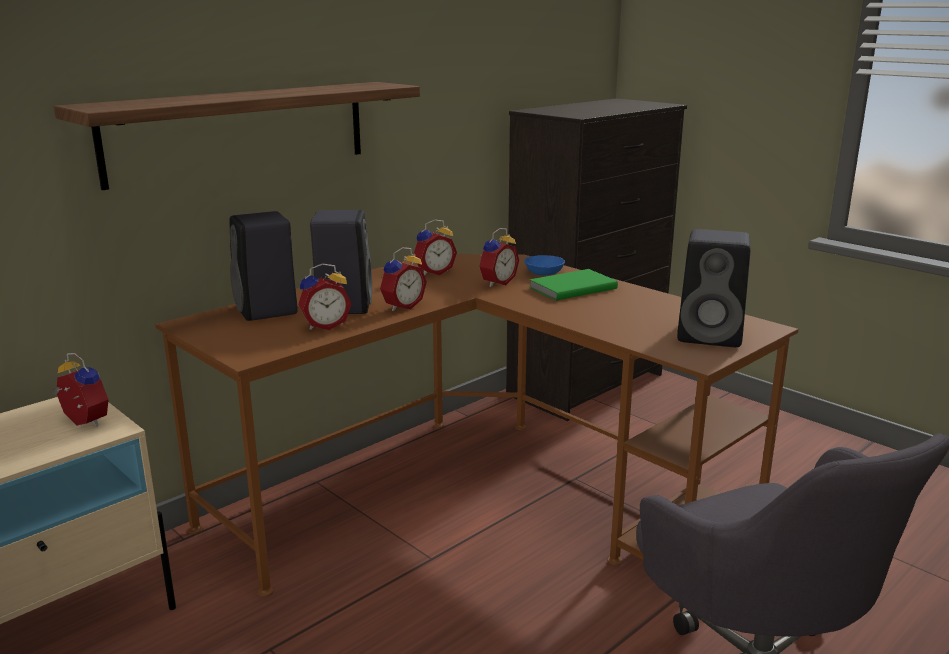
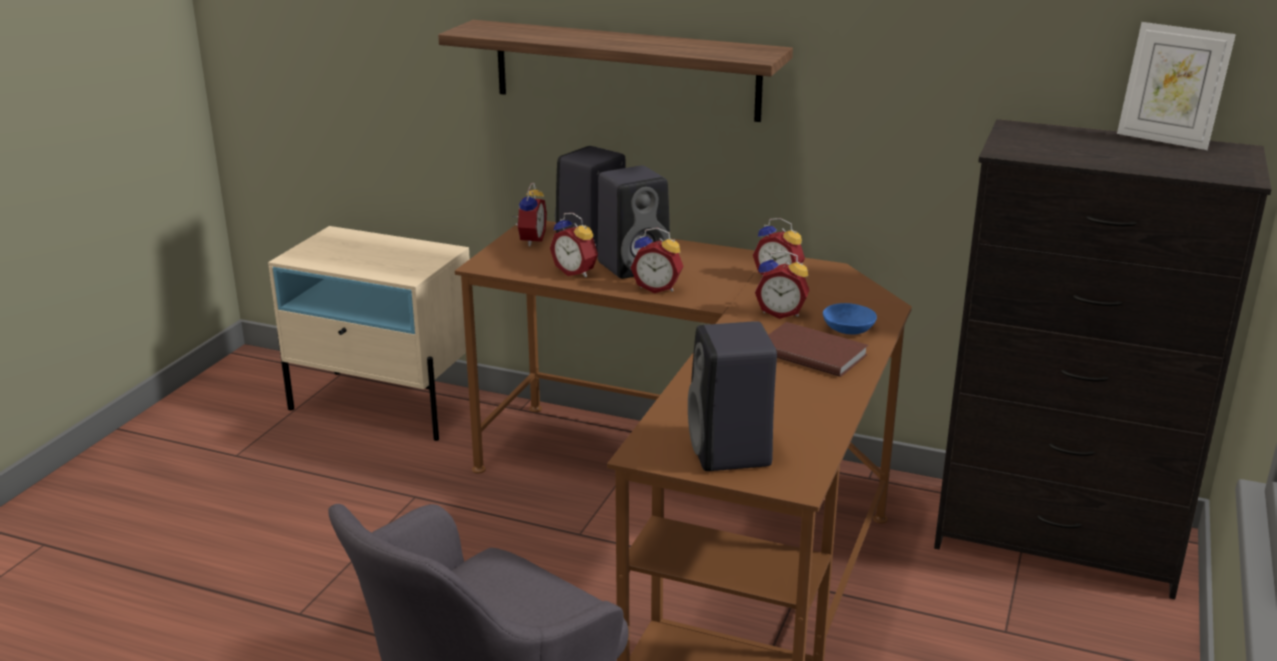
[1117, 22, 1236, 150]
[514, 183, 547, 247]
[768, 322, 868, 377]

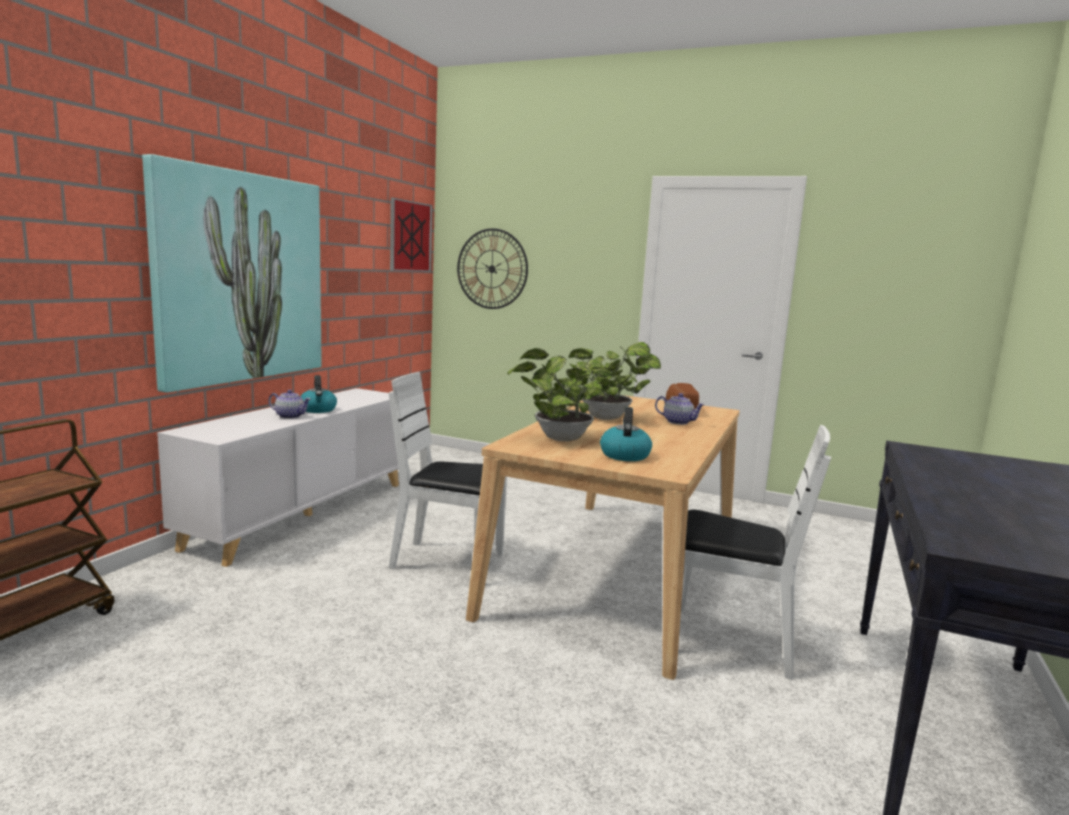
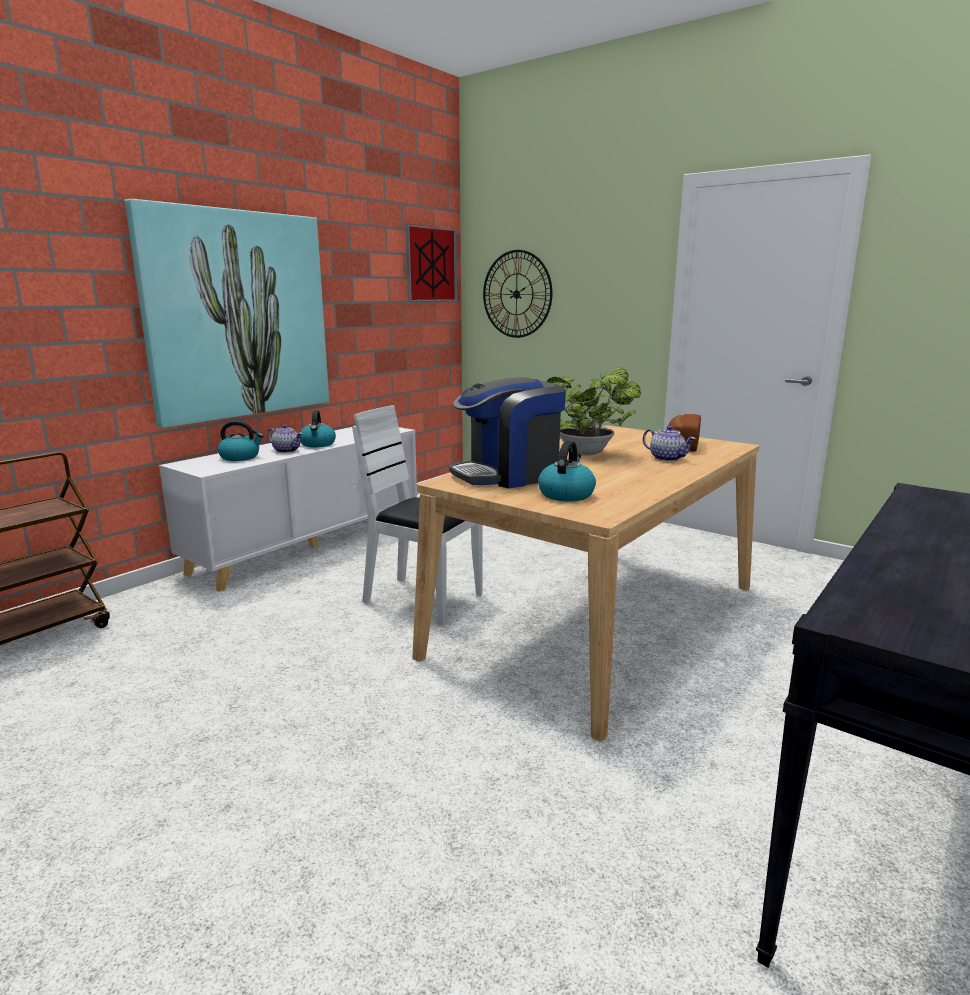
[681, 425, 831, 679] (first image)
[218, 421, 263, 461]
[449, 377, 566, 488]

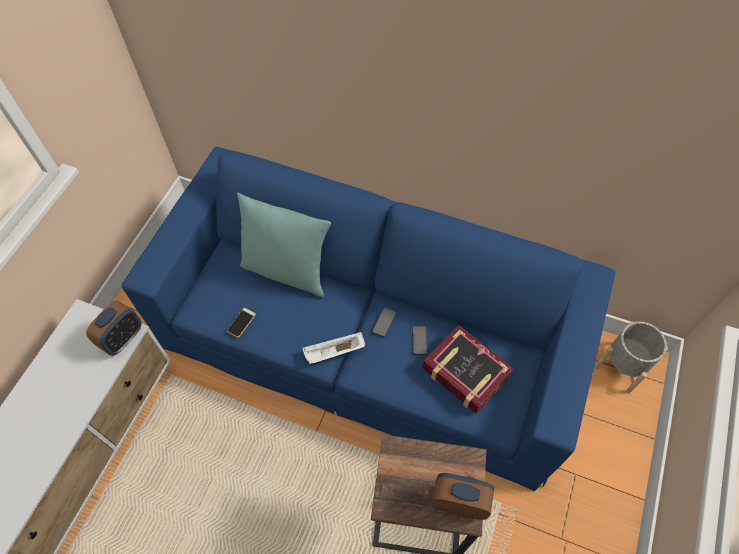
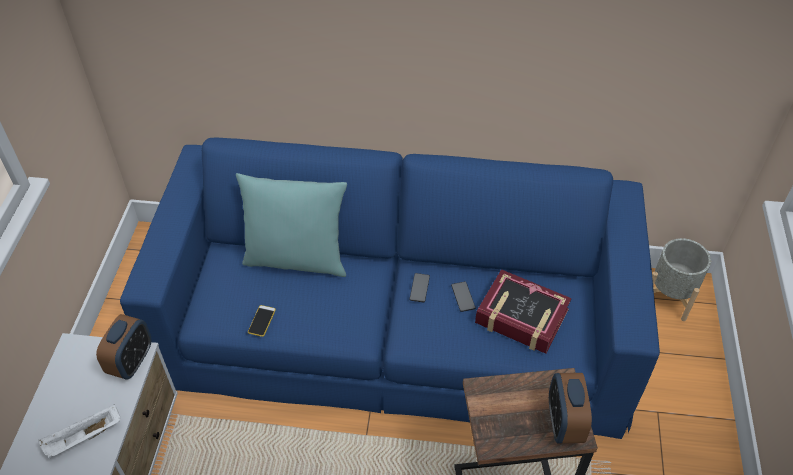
[38, 404, 120, 459]
[549, 373, 592, 444]

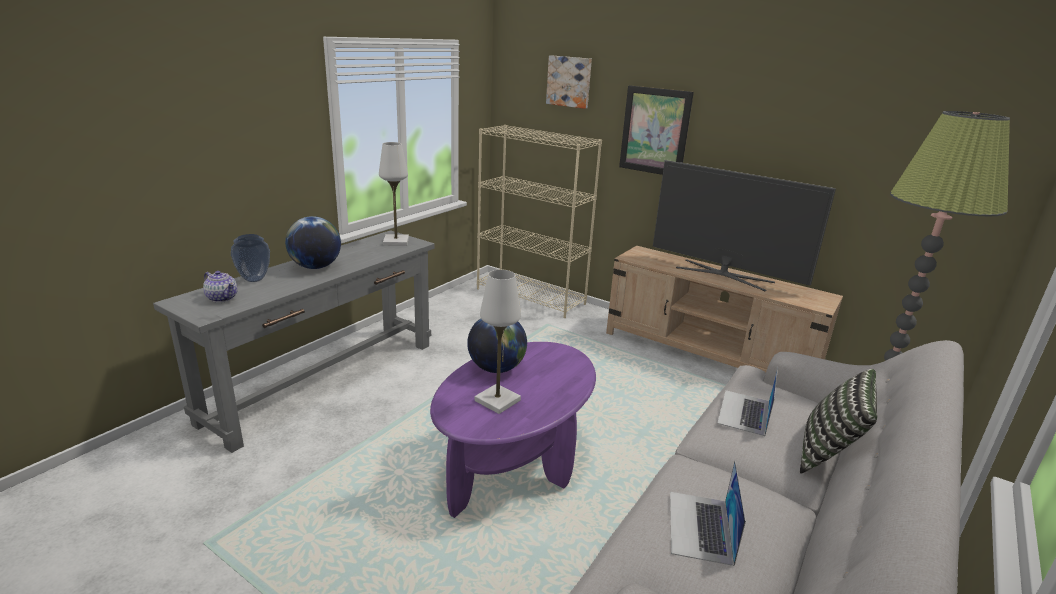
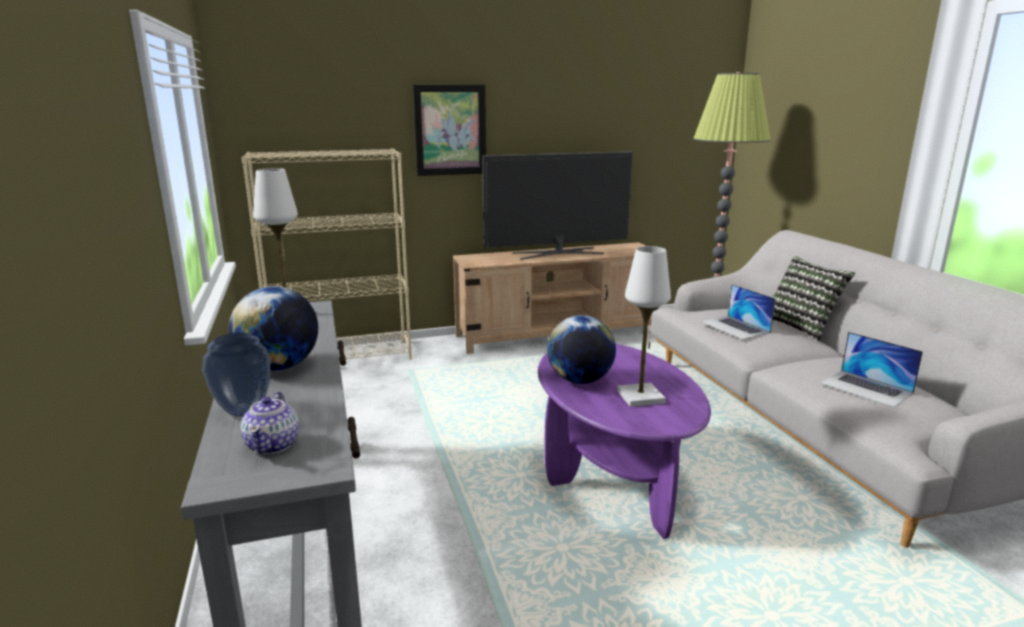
[546, 55, 592, 109] (first image)
[241, 392, 299, 454]

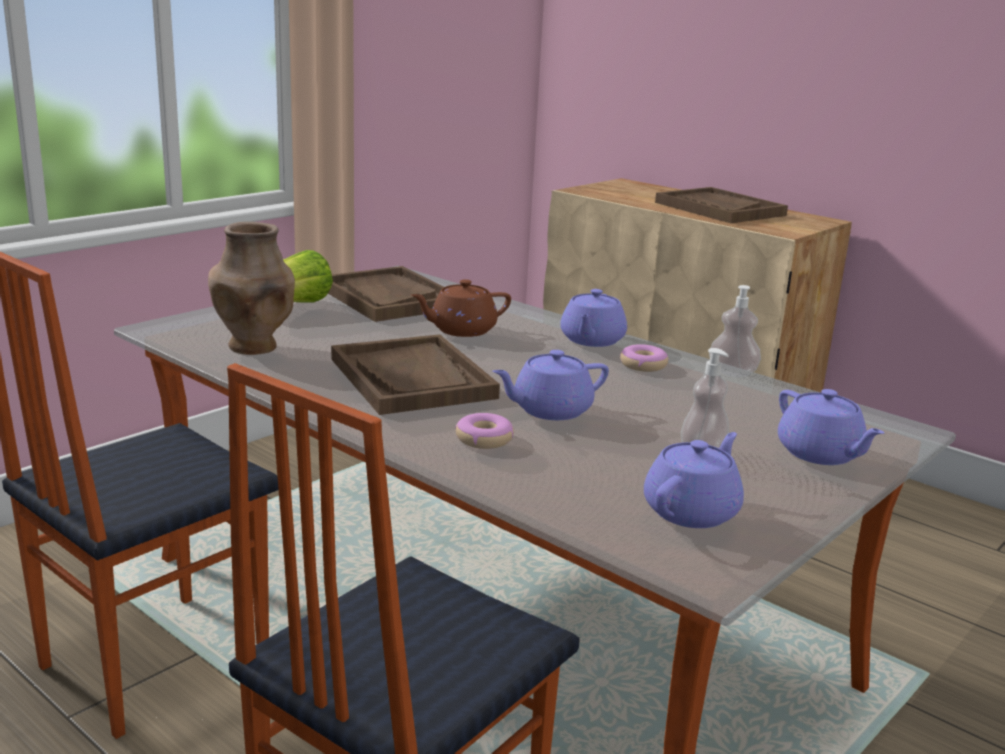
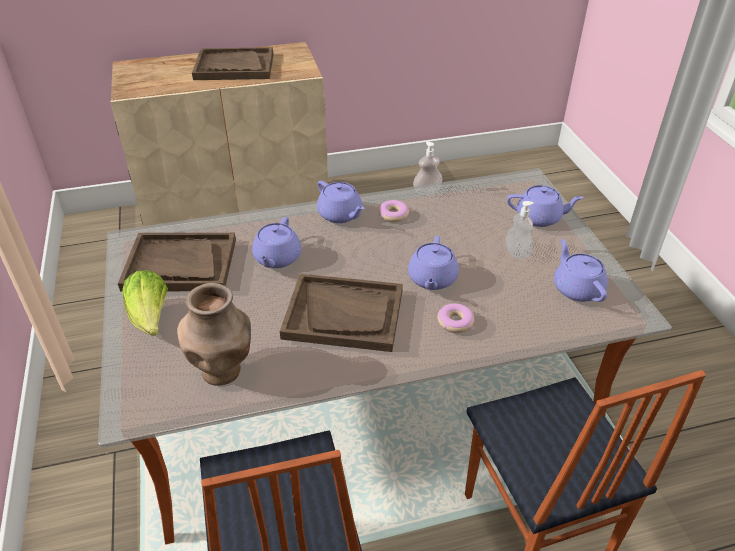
[252, 217, 302, 268]

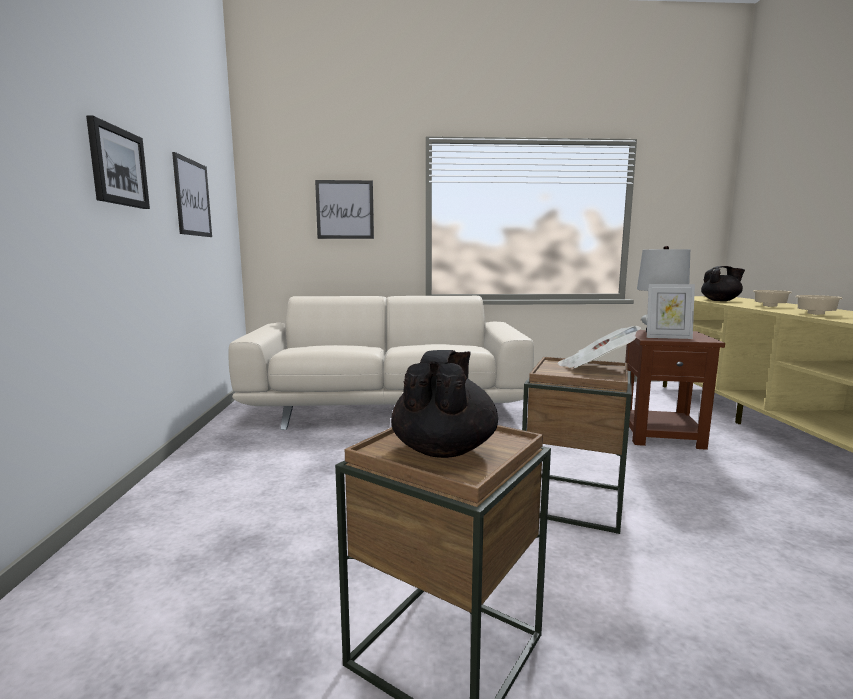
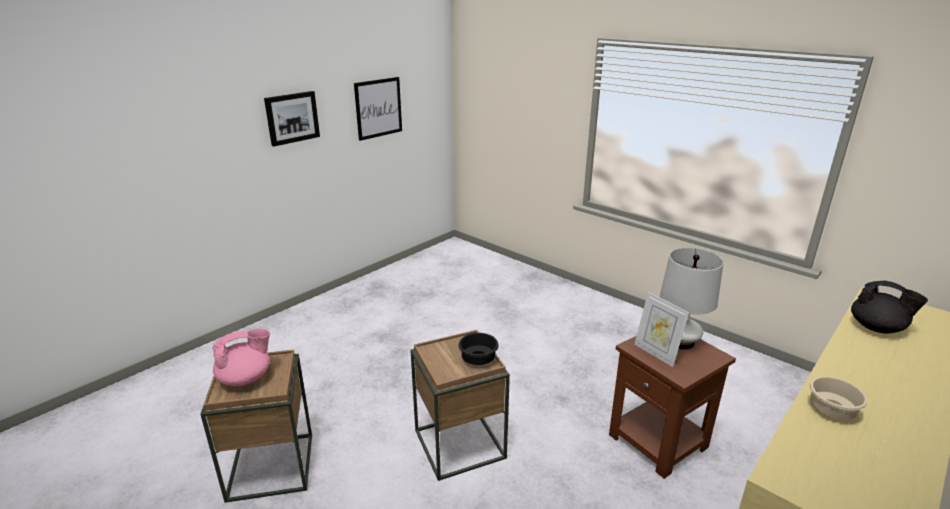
[229, 296, 534, 430] (first image)
[315, 180, 374, 239] (first image)
[753, 290, 791, 307] (first image)
[458, 333, 499, 365]
[212, 329, 270, 386]

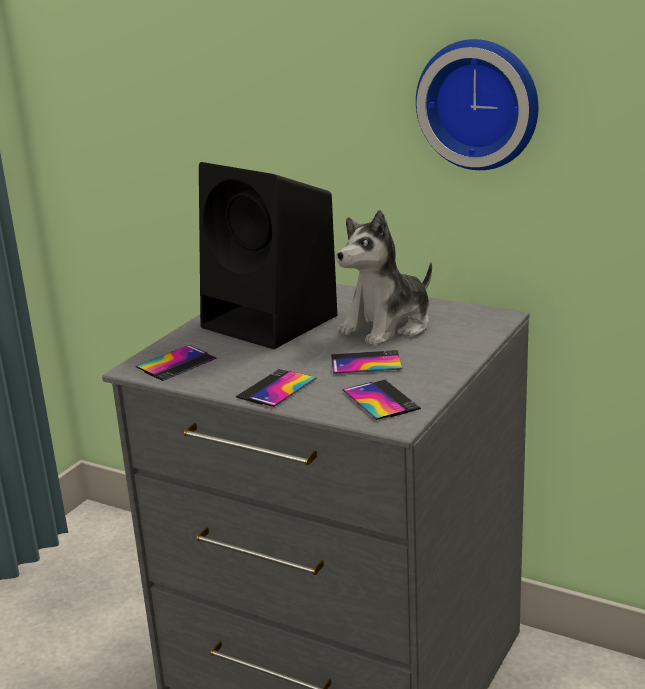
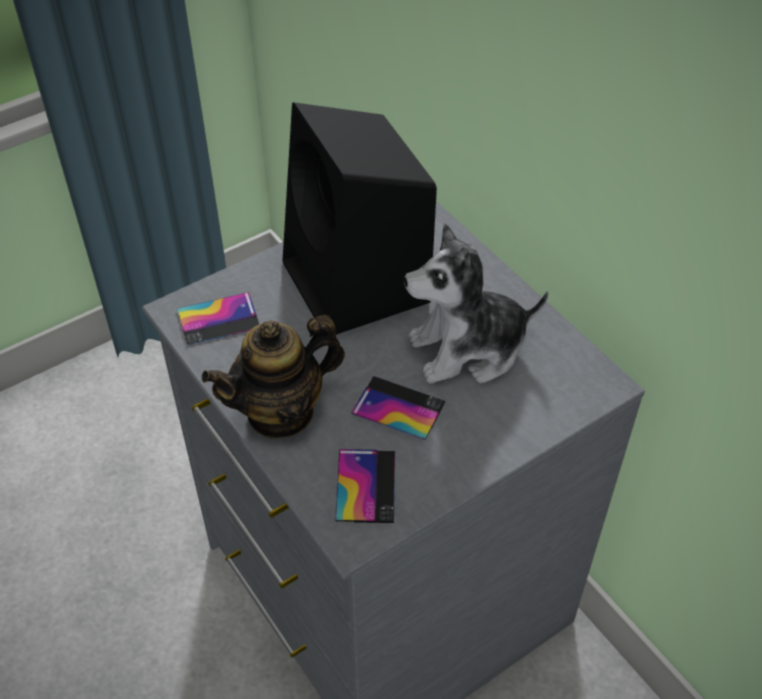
[416, 39, 539, 170] (first image)
[202, 315, 345, 439]

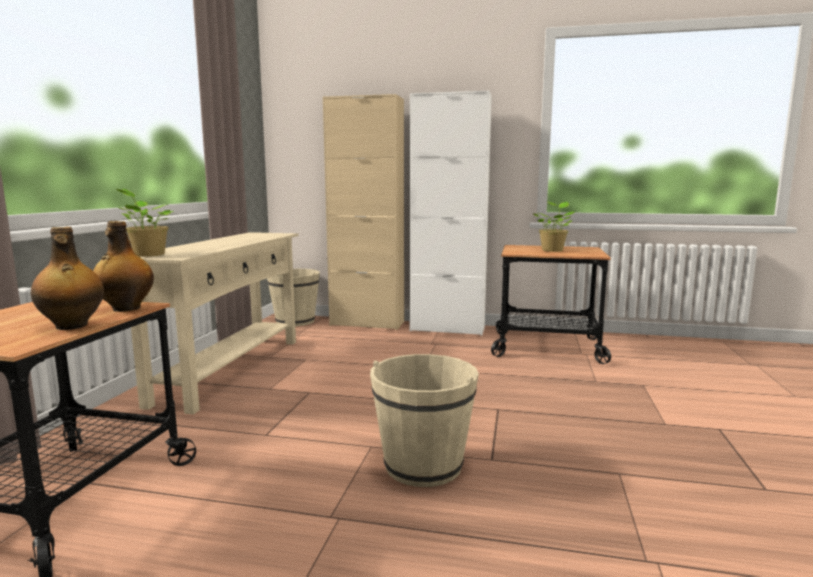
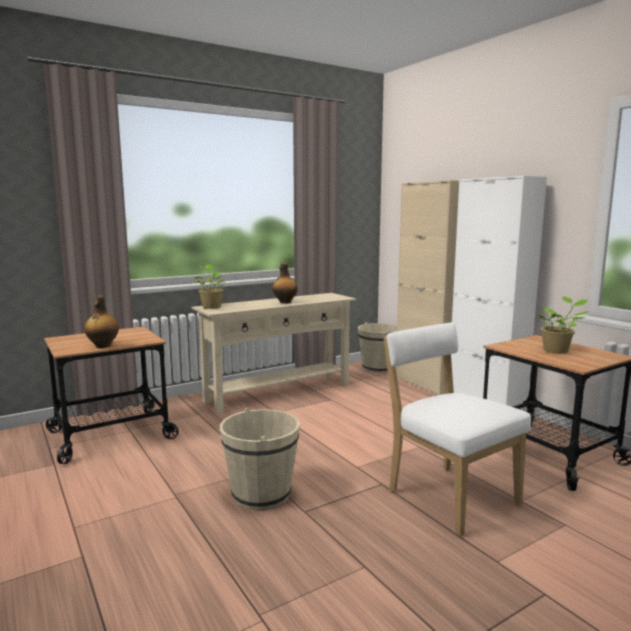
[384, 323, 531, 537]
[272, 263, 297, 304]

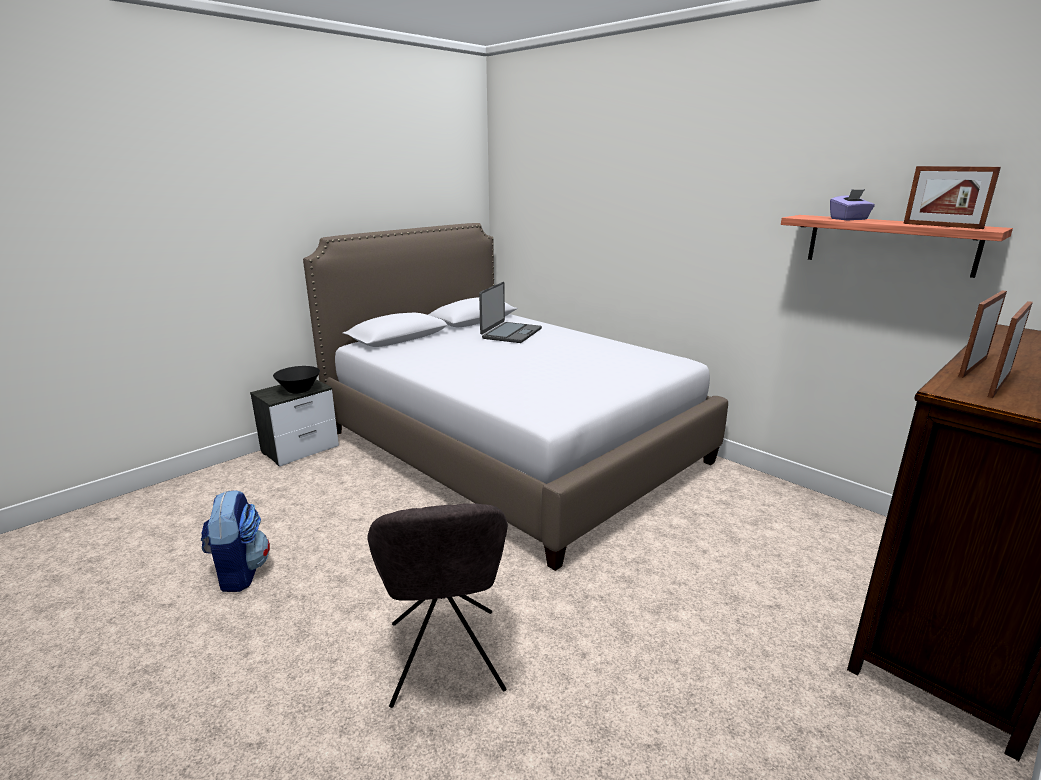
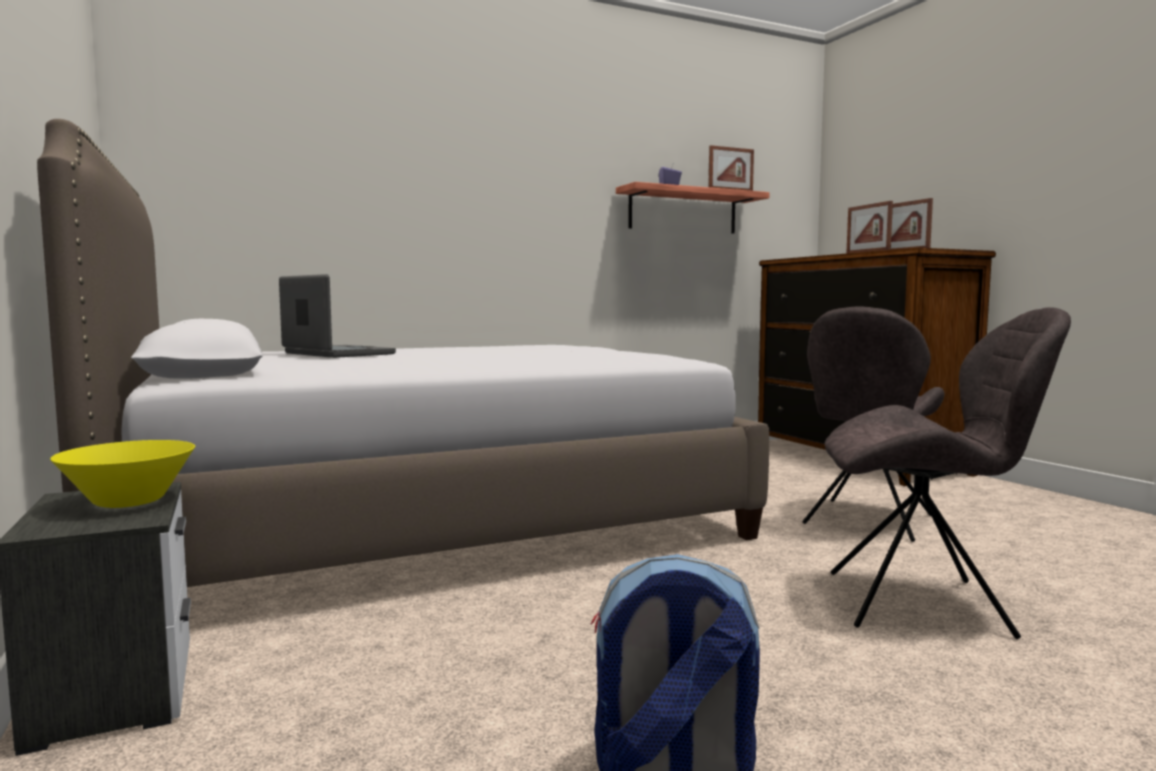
[803, 306, 944, 542]
[50, 440, 195, 508]

